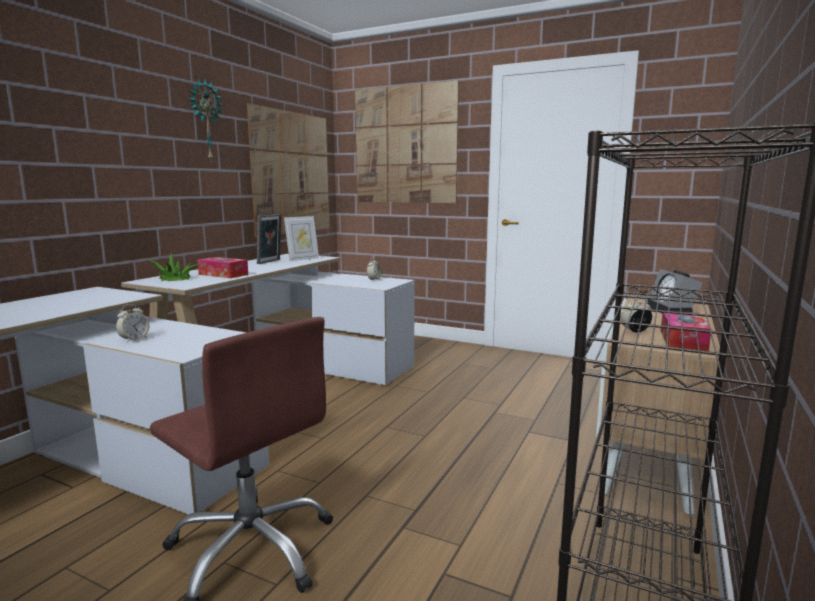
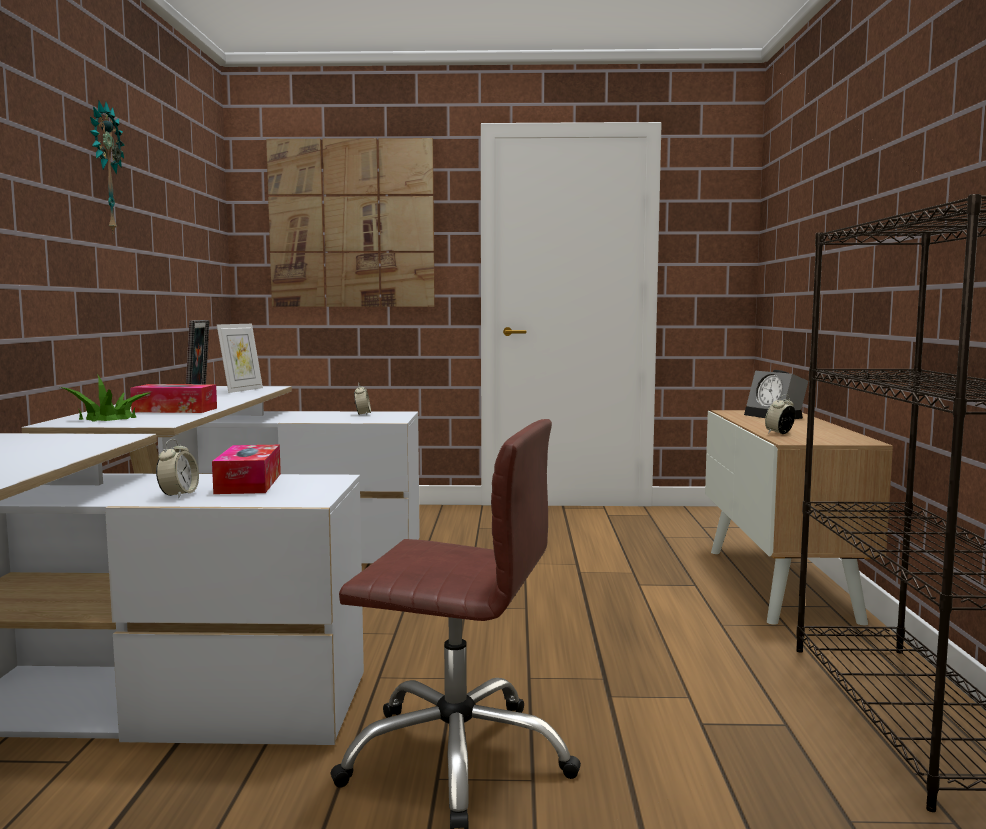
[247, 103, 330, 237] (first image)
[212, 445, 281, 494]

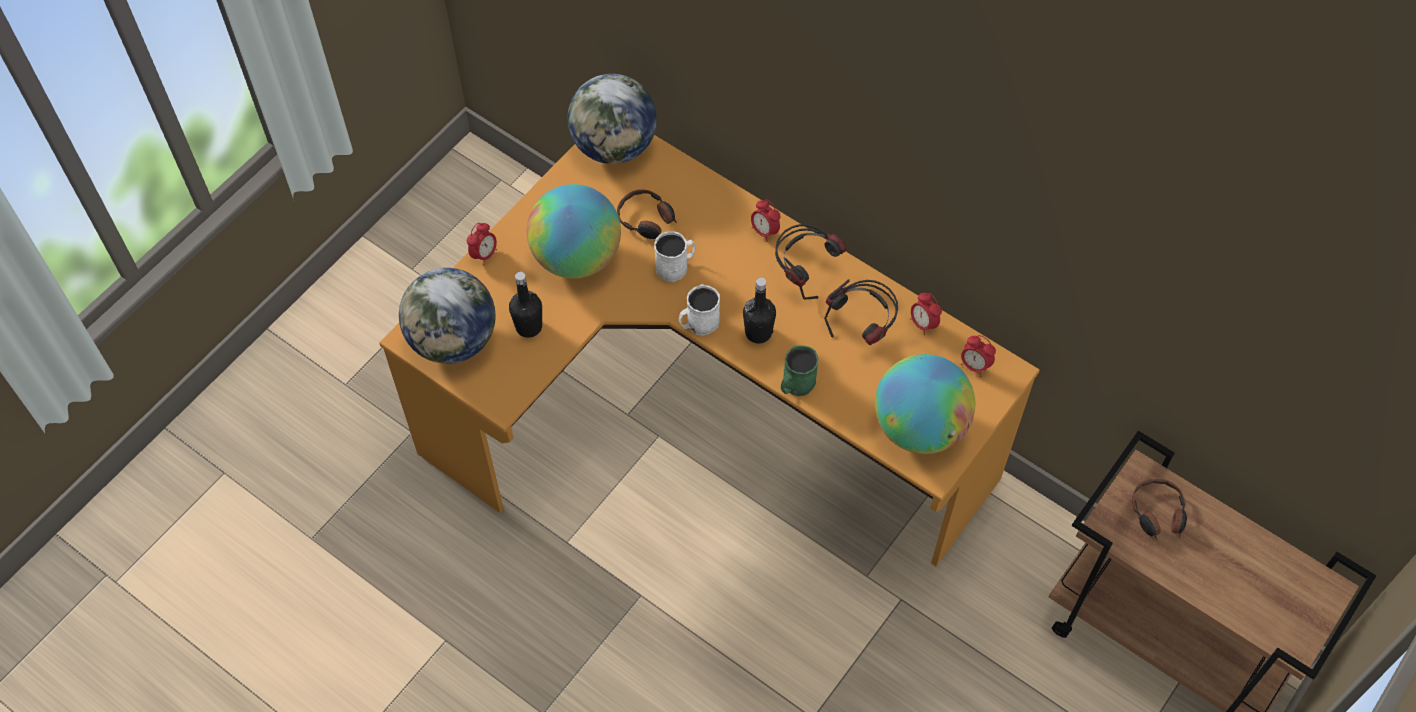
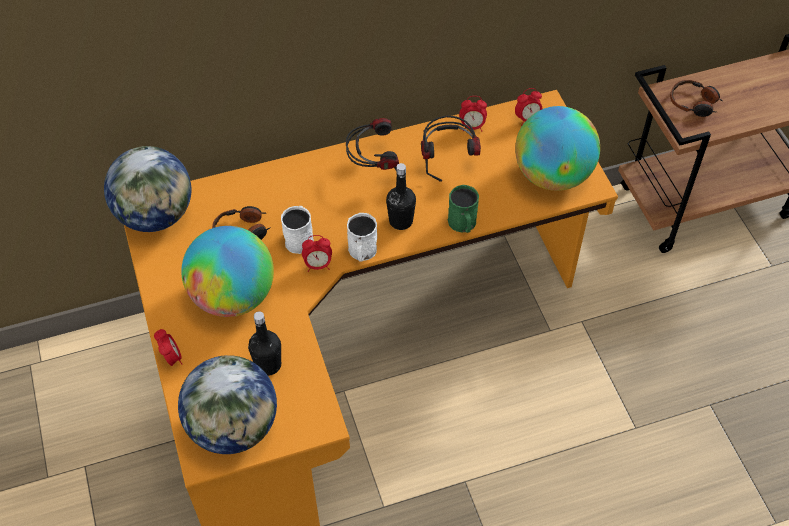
[302, 235, 332, 272]

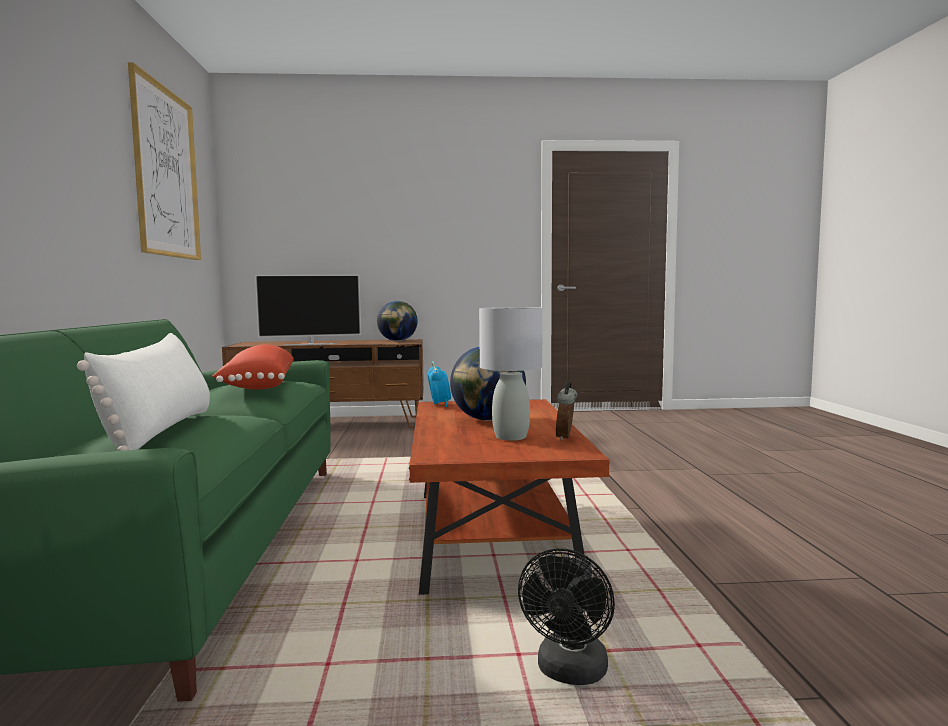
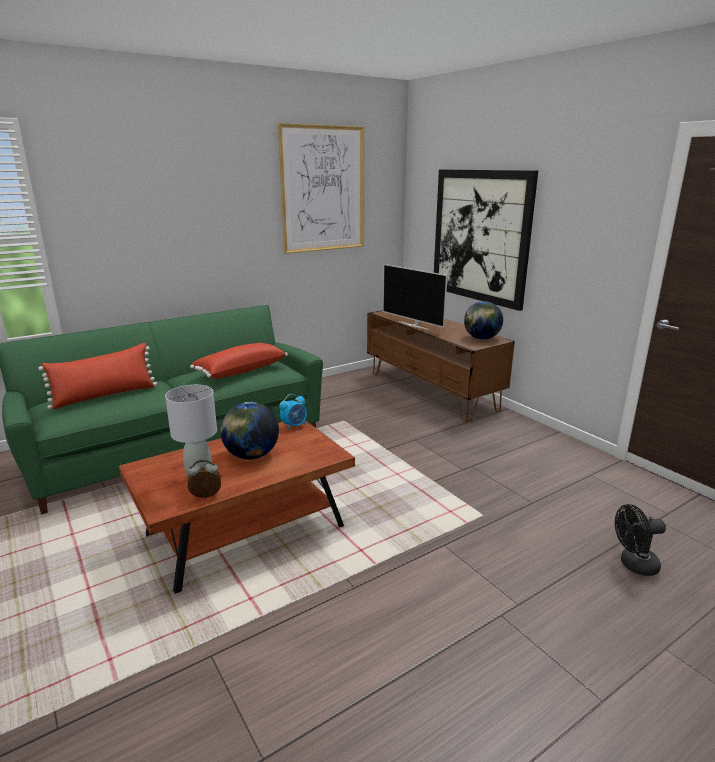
[434, 170, 538, 311]
[615, 504, 666, 576]
[38, 343, 157, 409]

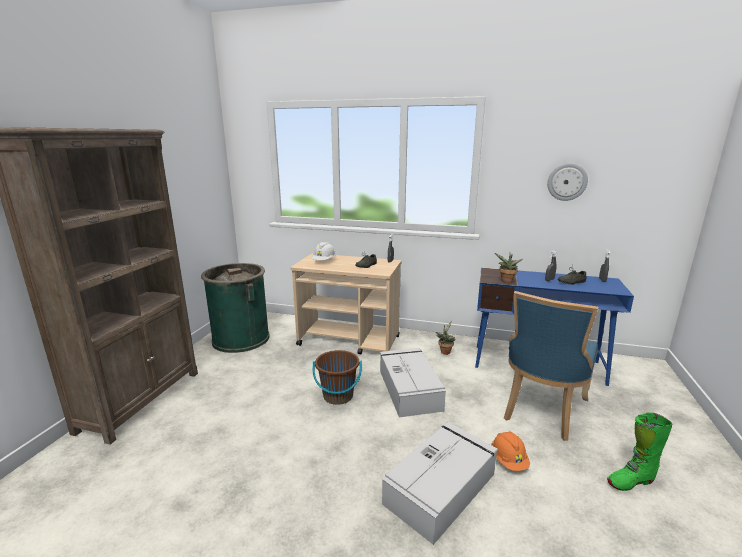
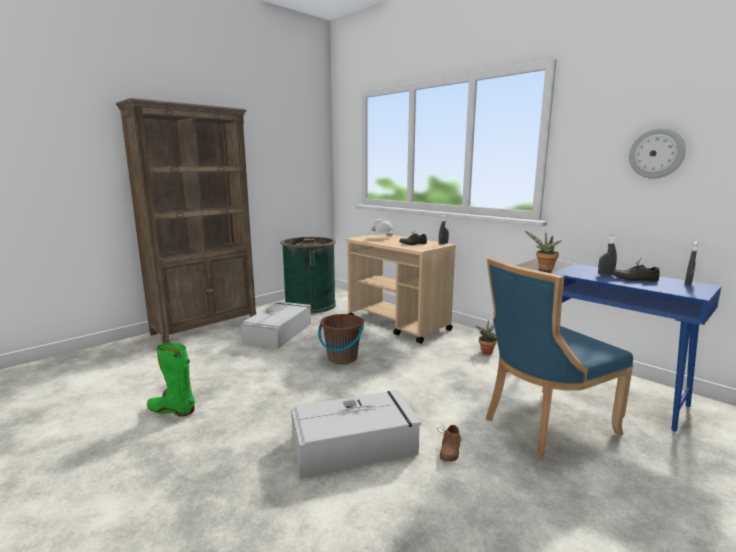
[241, 302, 311, 349]
[147, 343, 195, 416]
[437, 423, 462, 462]

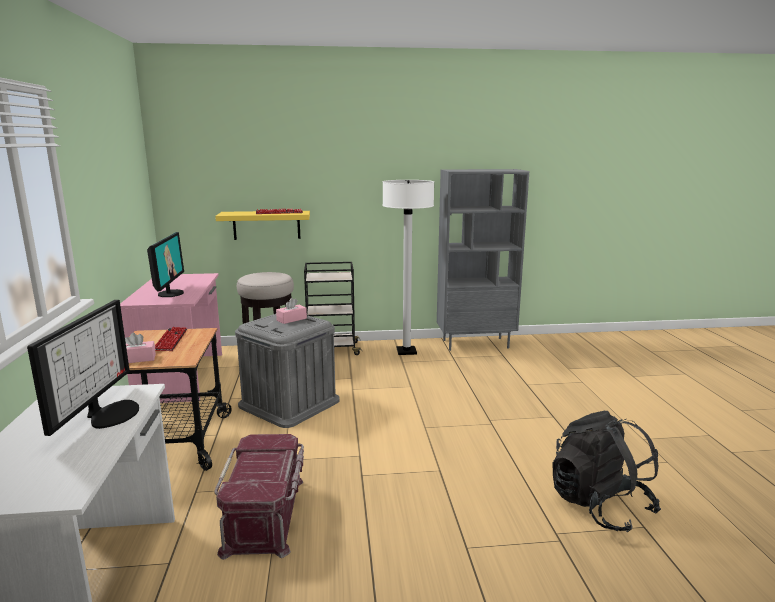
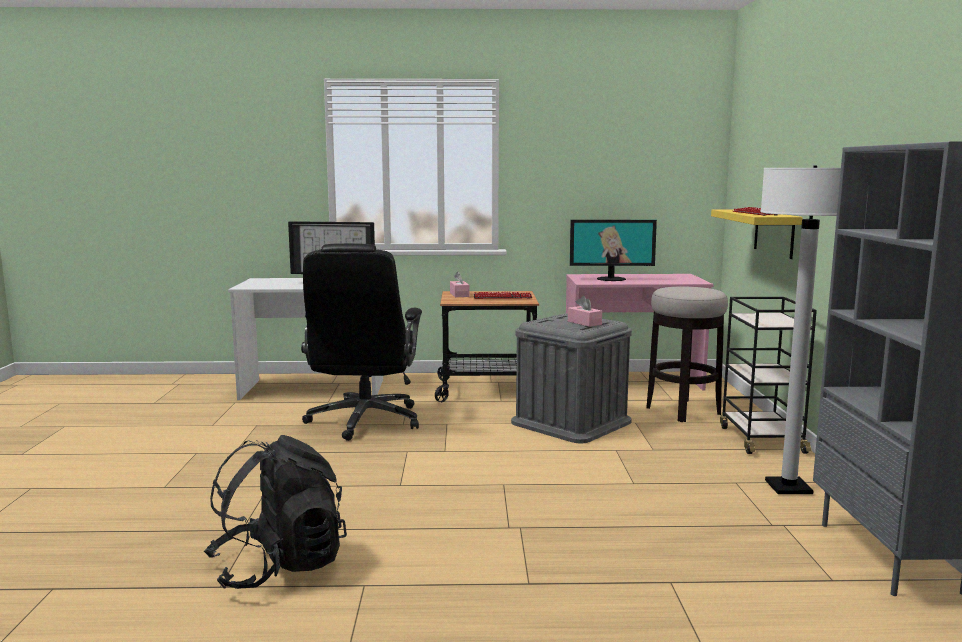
[301, 243, 422, 441]

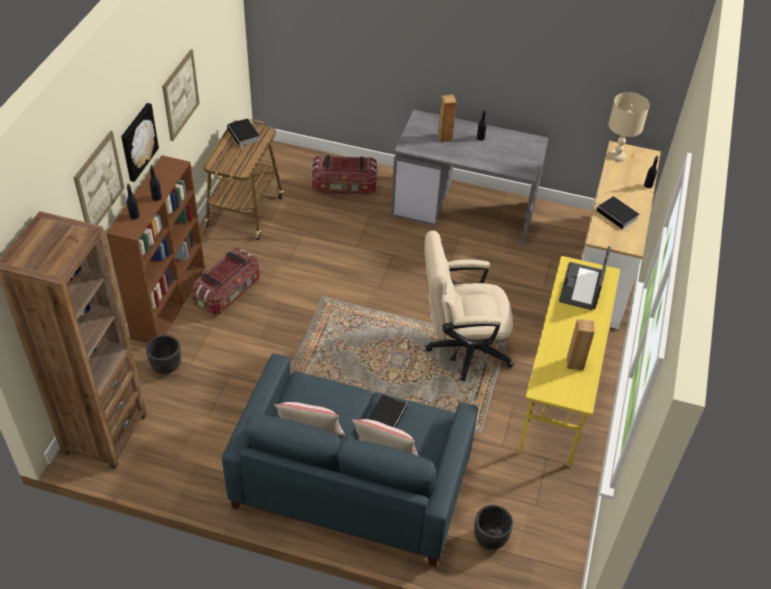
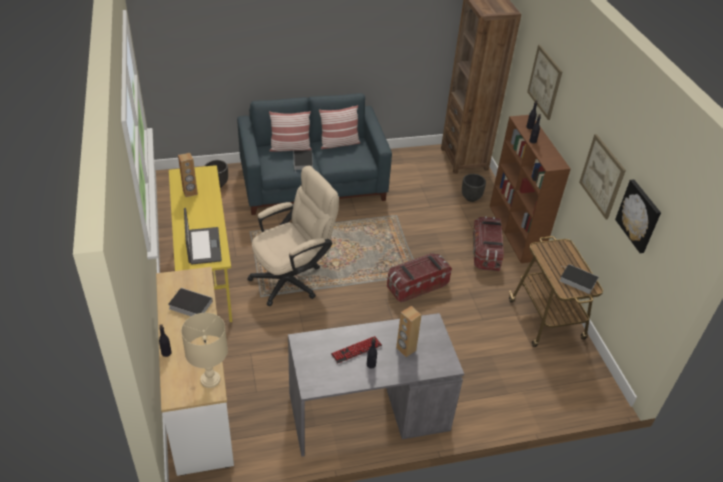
[331, 336, 382, 363]
[615, 179, 661, 253]
[387, 253, 452, 303]

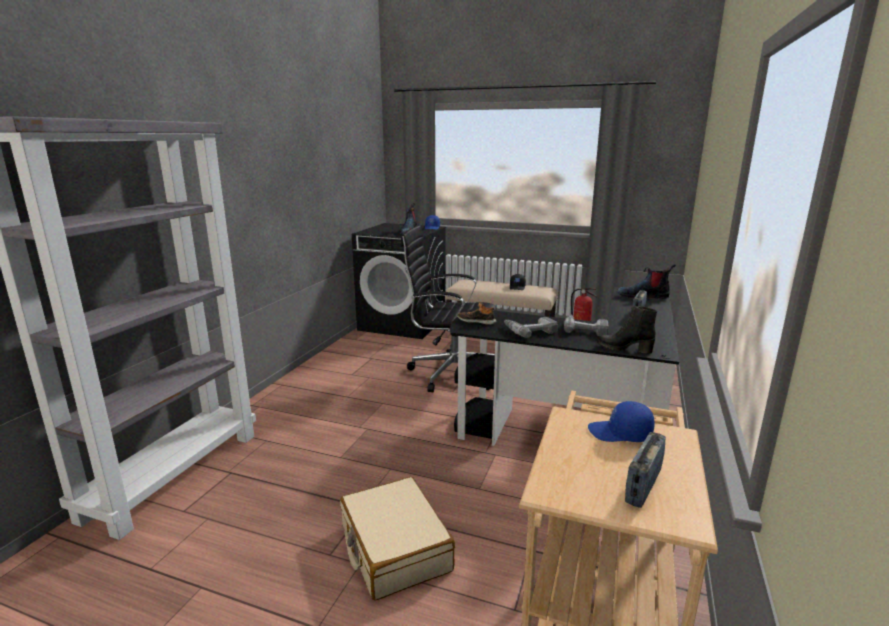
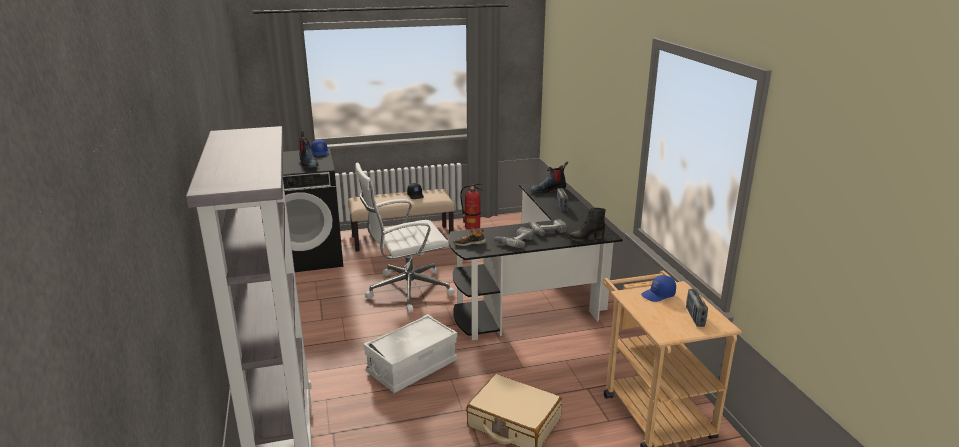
[364, 314, 457, 393]
[355, 163, 455, 313]

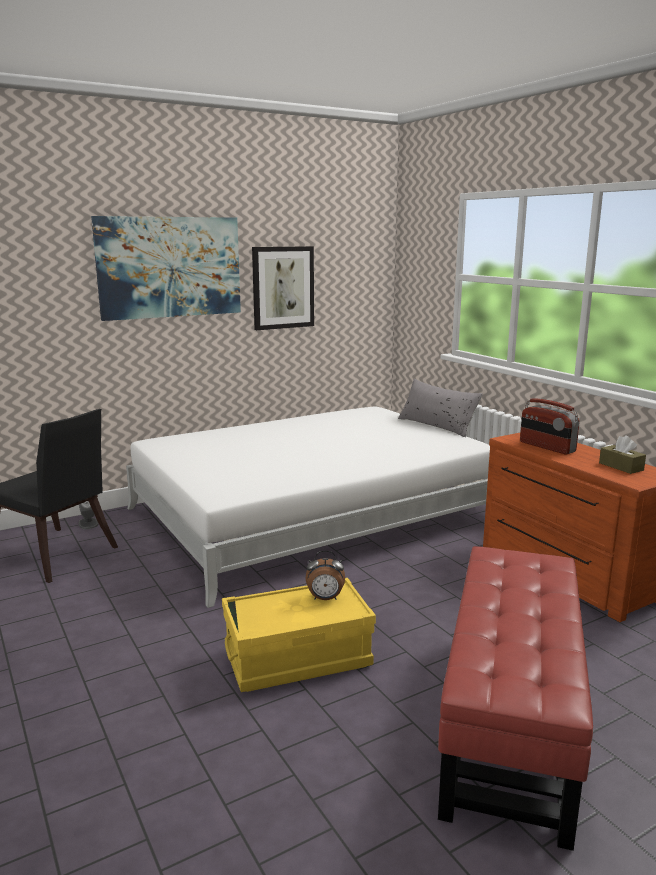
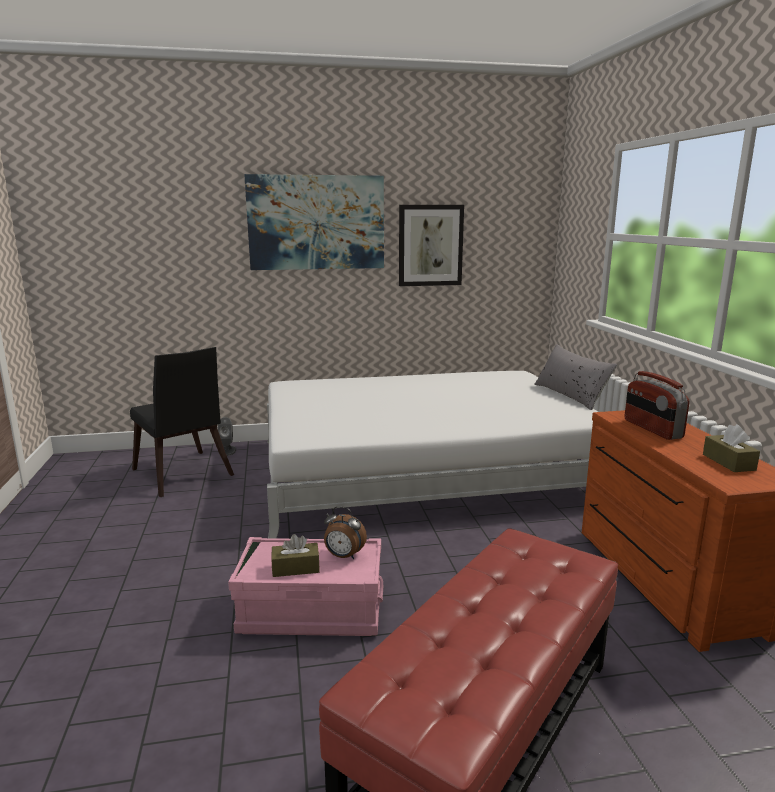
[271, 534, 319, 577]
[228, 537, 383, 636]

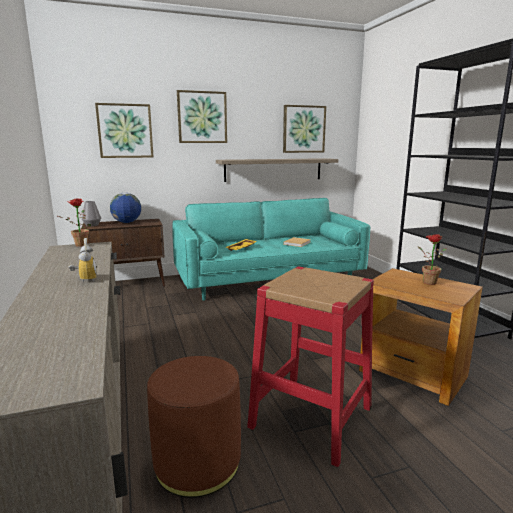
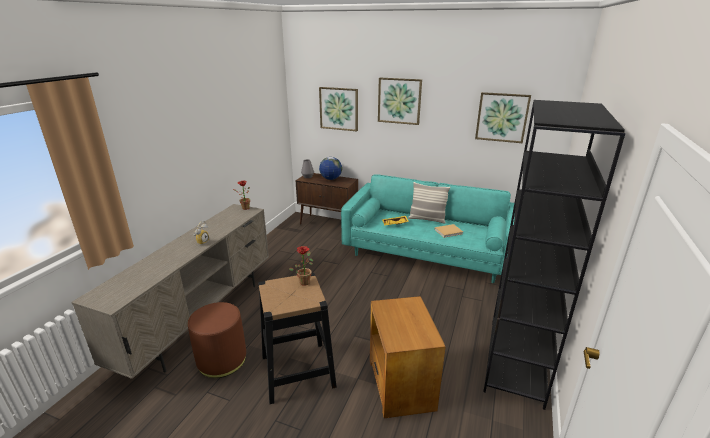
[216, 158, 338, 182] (first image)
[408, 182, 450, 224]
[289, 246, 313, 286]
[258, 273, 337, 404]

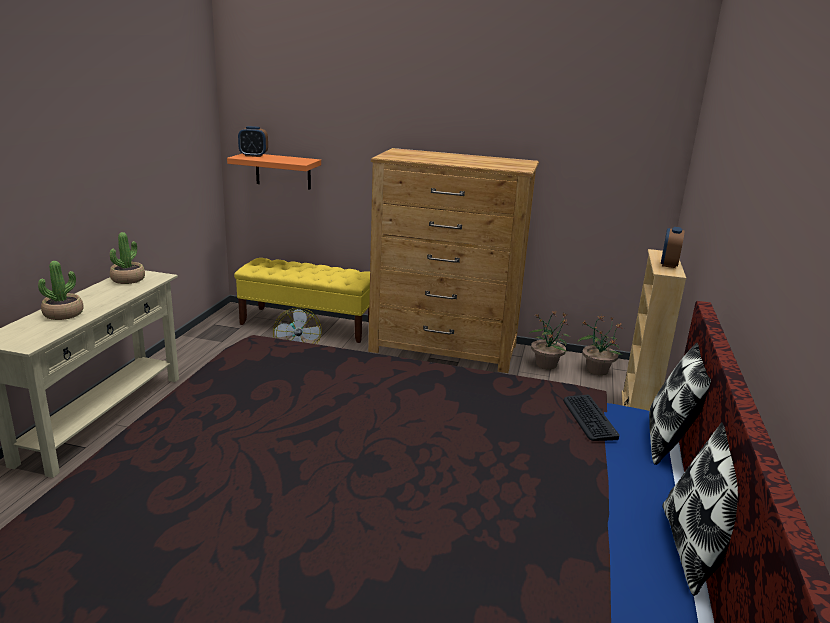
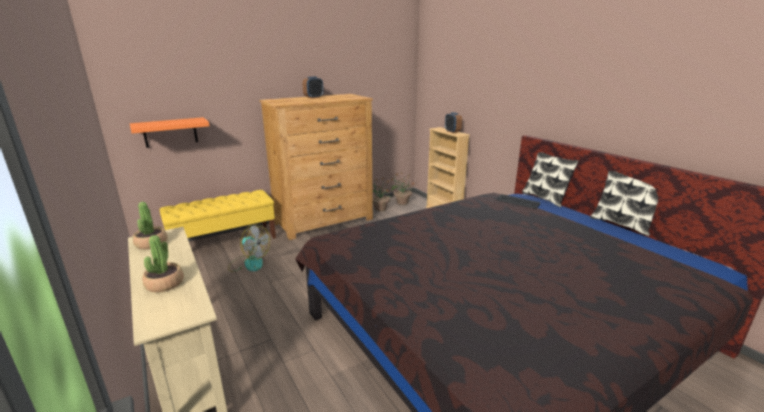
[302, 77, 324, 98]

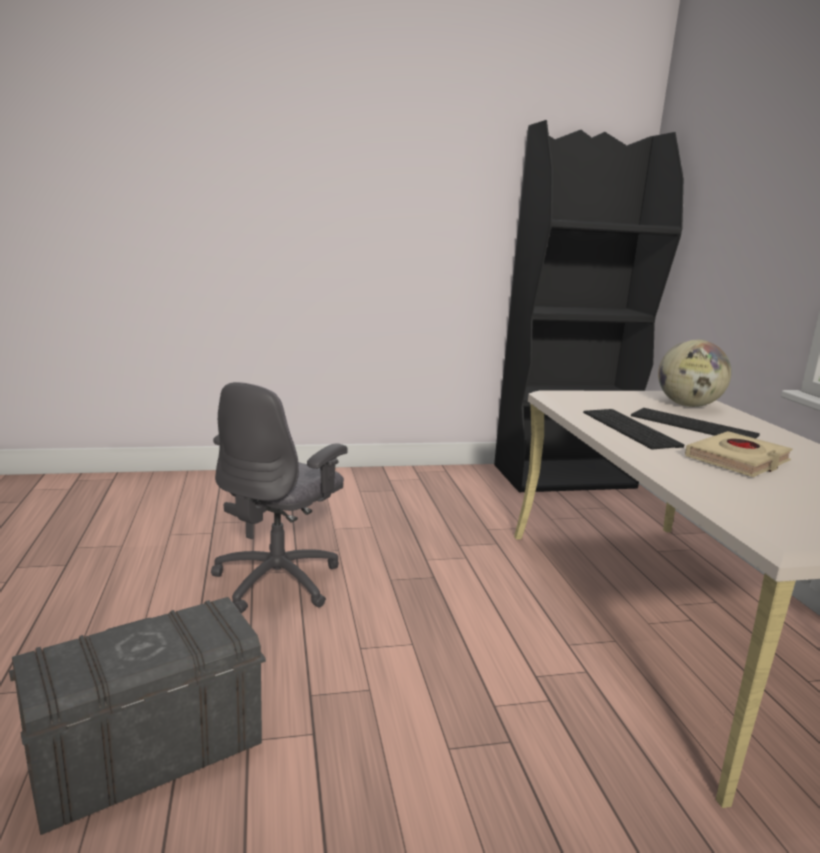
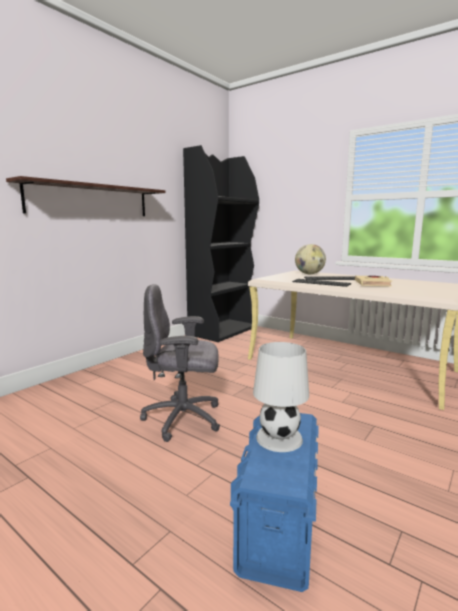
[6, 176, 166, 216]
[253, 342, 309, 452]
[230, 413, 319, 592]
[140, 284, 220, 442]

